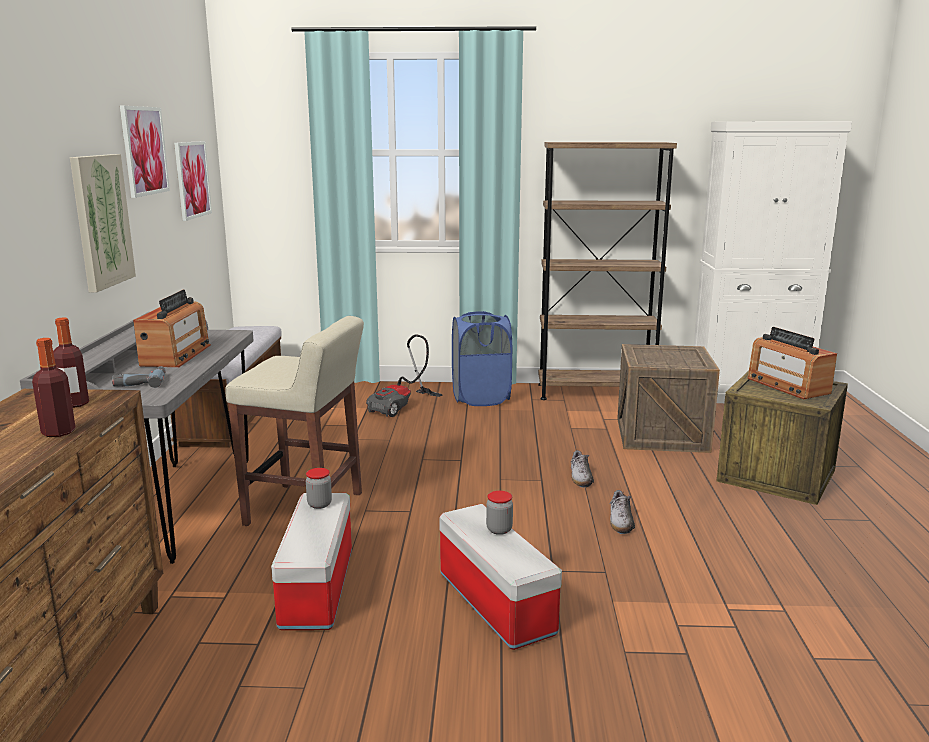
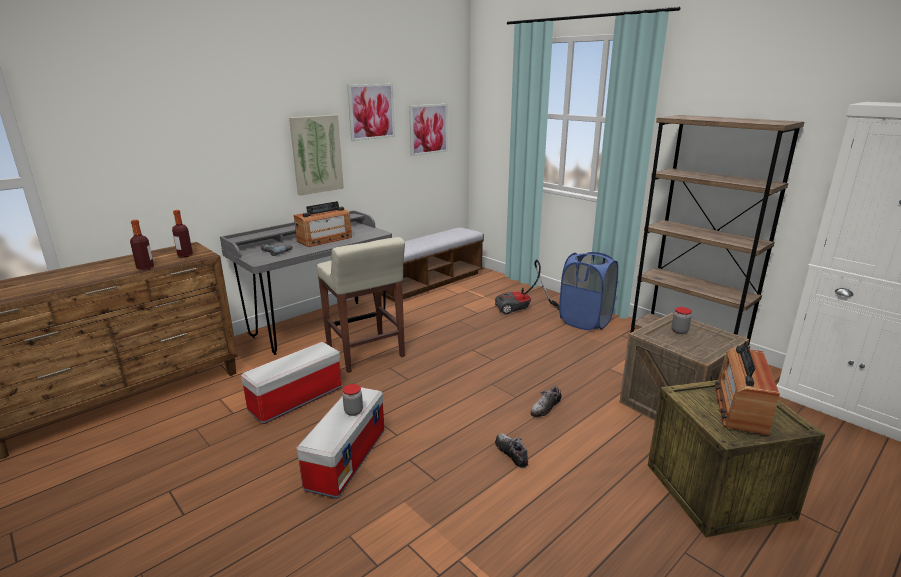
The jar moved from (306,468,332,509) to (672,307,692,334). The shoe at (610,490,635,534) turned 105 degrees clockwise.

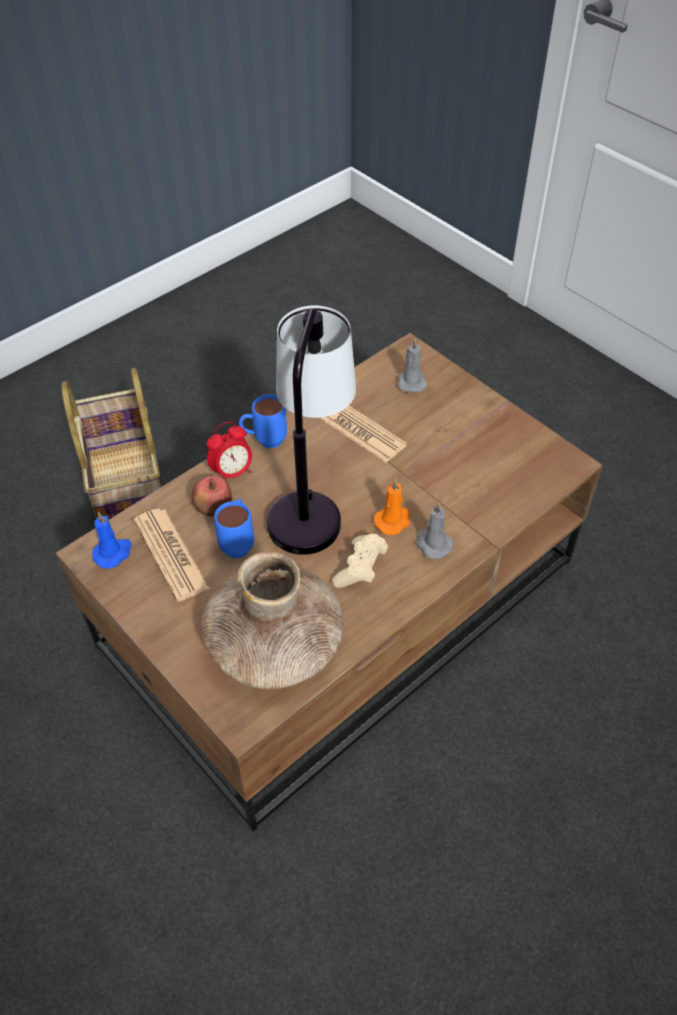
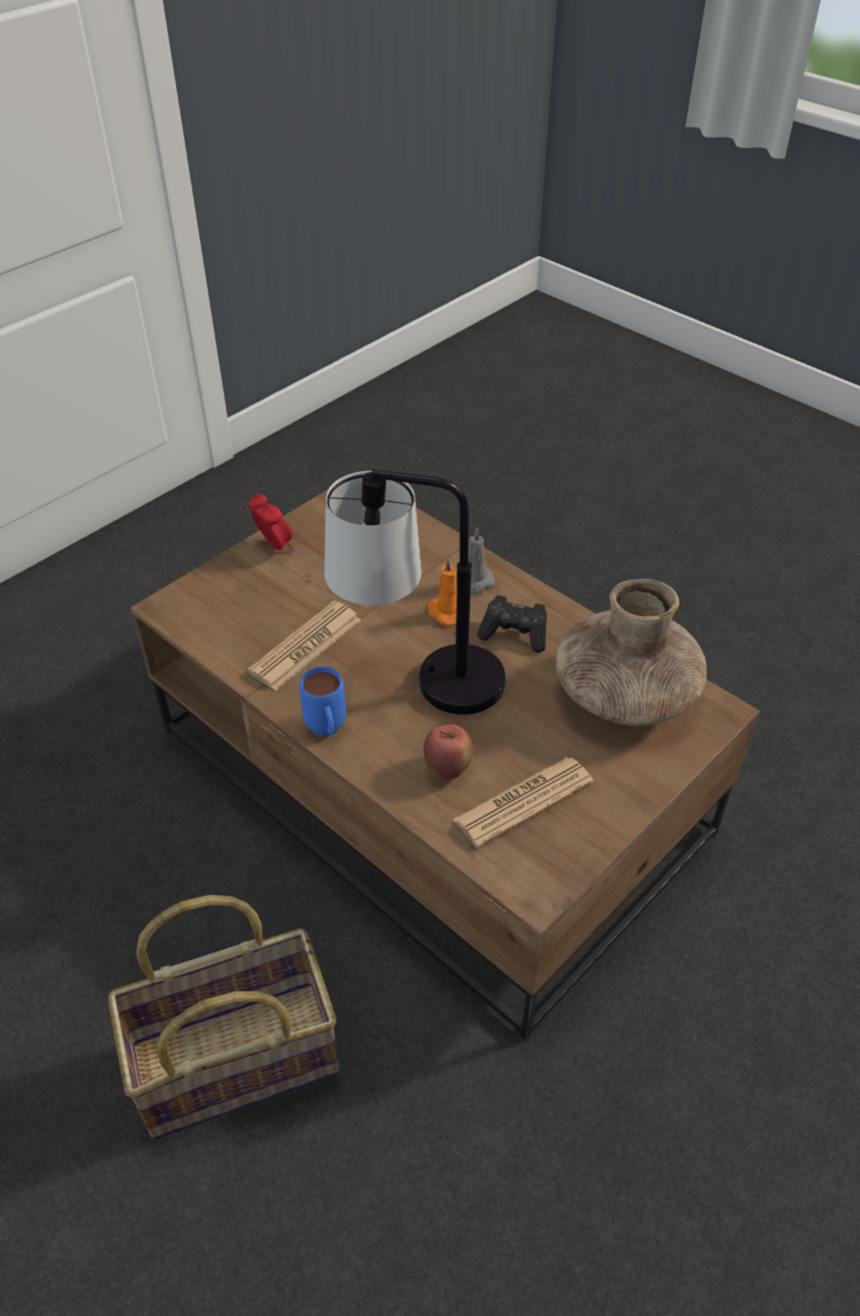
The grey candle at (398,339,427,393) disappeared. The alarm clock moved from (207,422,252,480) to (248,493,293,551). The blue mug at (214,499,254,558) disappeared. The blue candle at (92,511,132,569) disappeared. The beige game controller at (332,534,388,588) became the black game controller at (477,595,547,653).

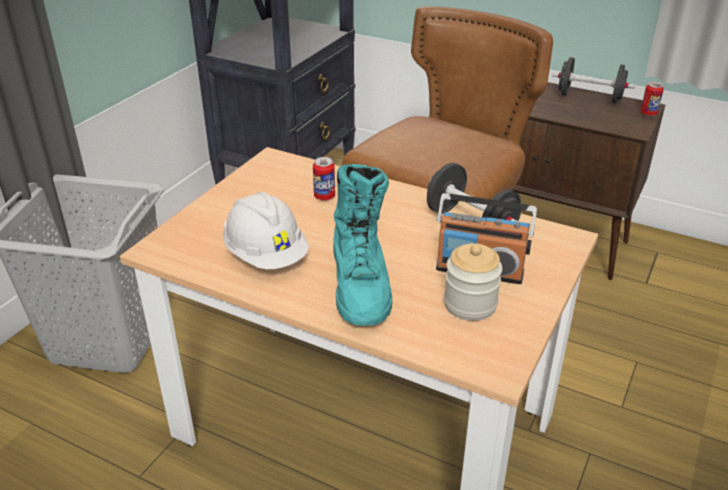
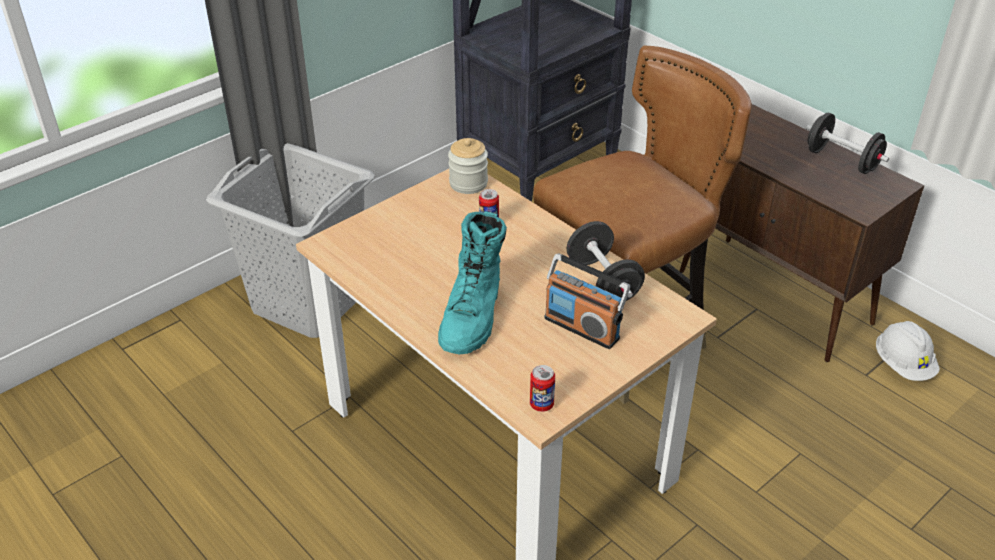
The can moved from (641,82,664,116) to (530,365,555,412). The white hard hat moved from (223,192,309,269) to (876,321,940,381). The jar moved from (444,243,502,321) to (448,138,488,194).

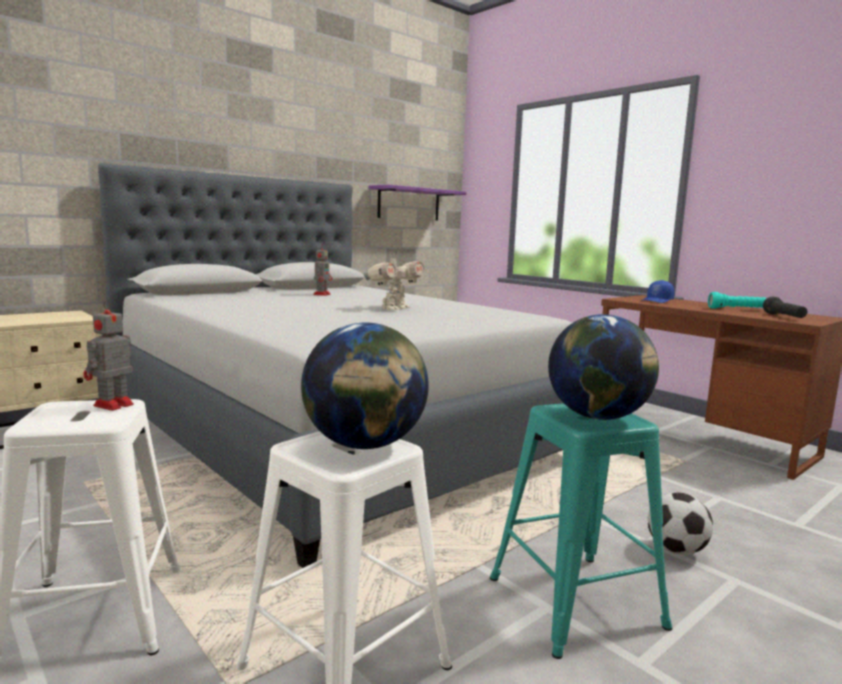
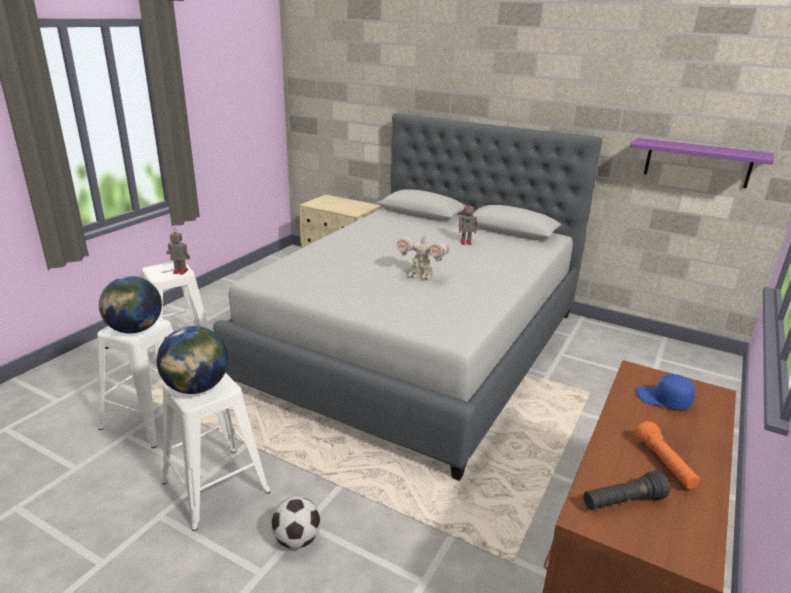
The turquoise flashlight at (708,292,766,309) became the orange flashlight at (635,421,700,489). The turquoise stool at (490,403,672,659) became the white stool at (162,373,271,531).

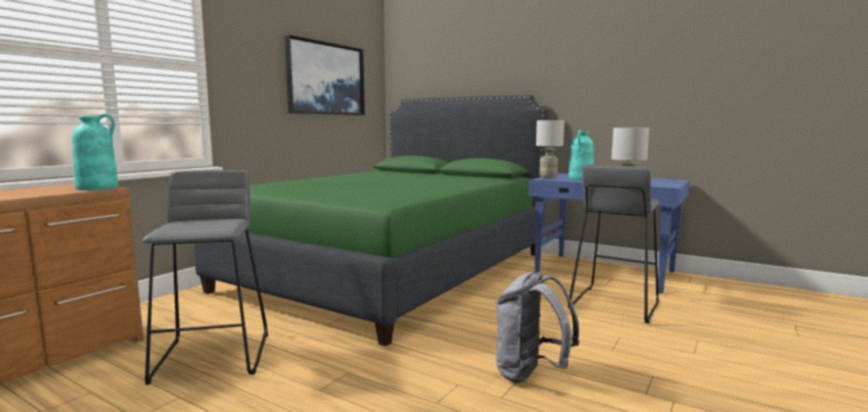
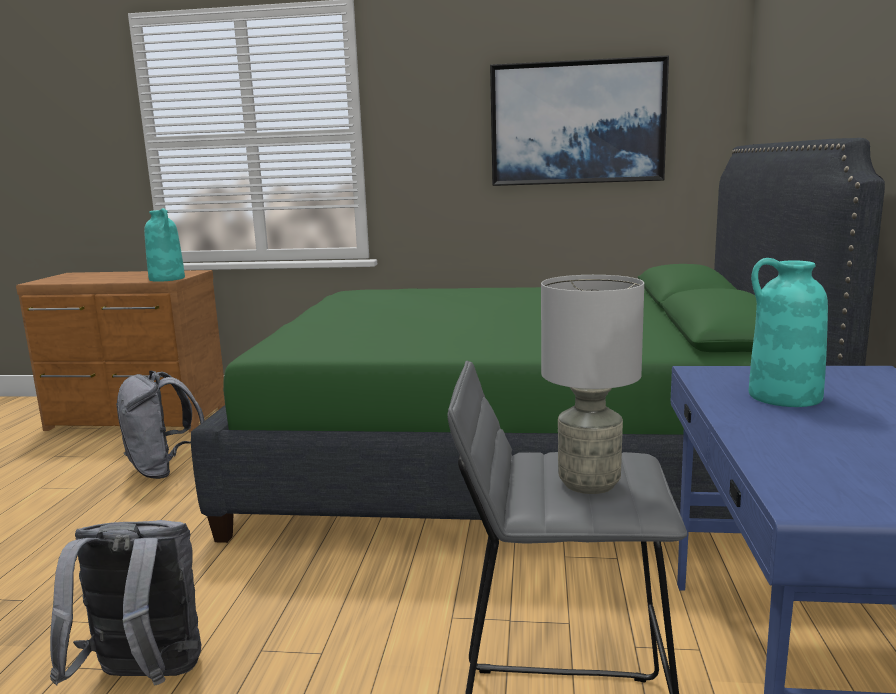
The grey table lamp at (536,120,564,178) disappeared. The grey stool at (142,170,268,385) was replaced by the grey backpack at (116,371,205,479).

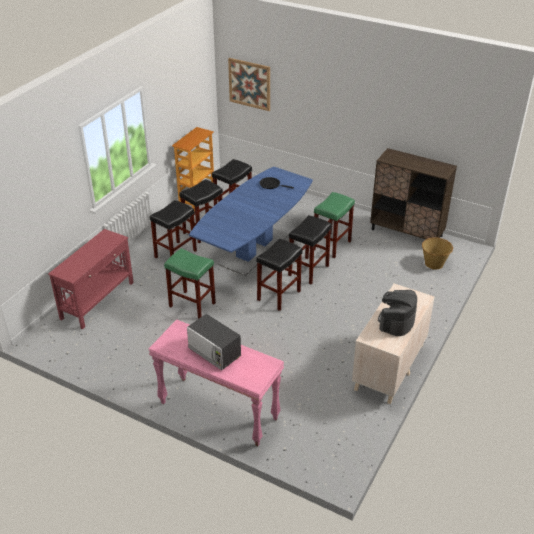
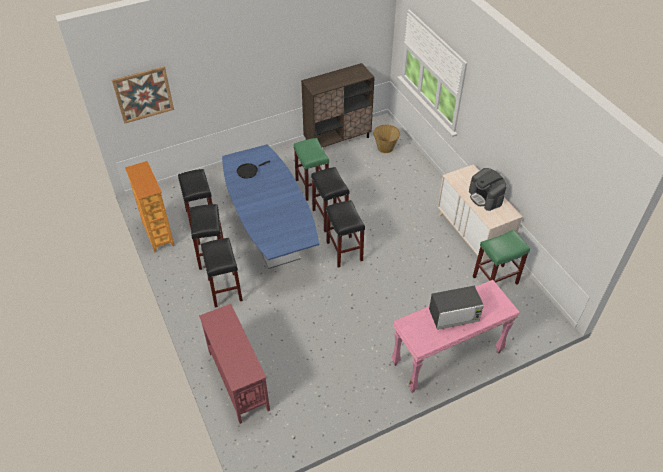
The green stool moved from (164,248,216,319) to (473,230,530,285).

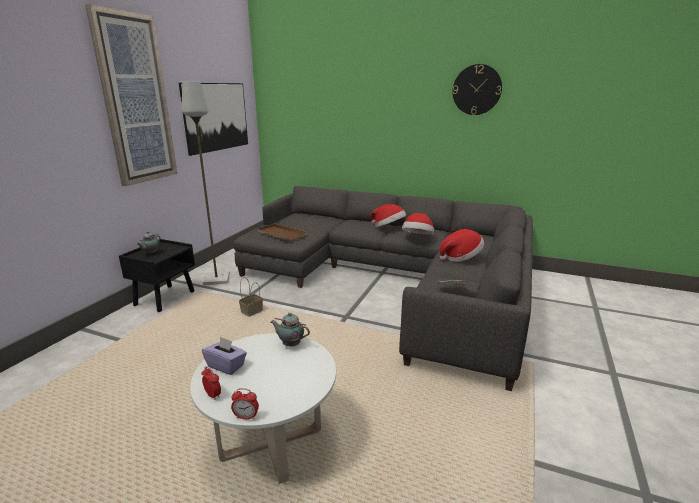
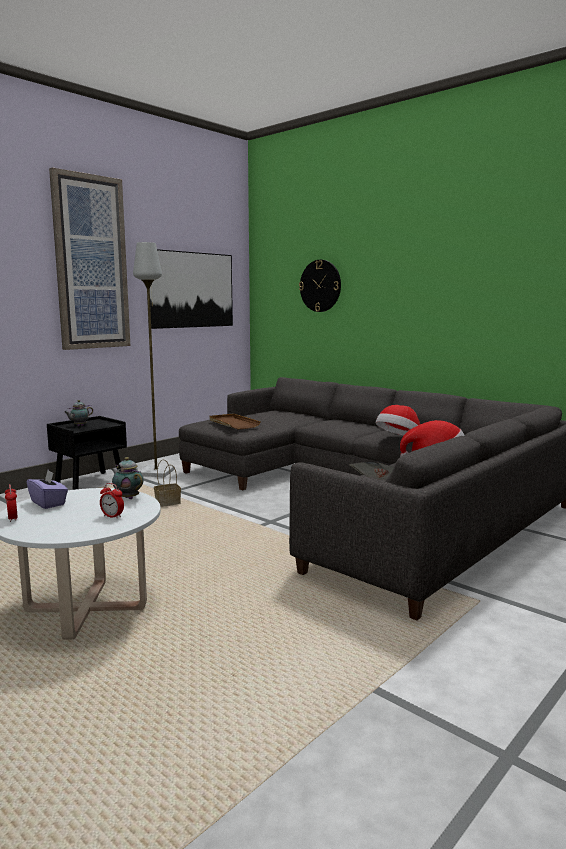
The wall clock moved from (453,64,502,115) to (299,260,341,312). The hat at (371,204,406,227) disappeared. The alarm clock moved from (231,388,259,420) to (100,483,124,519).

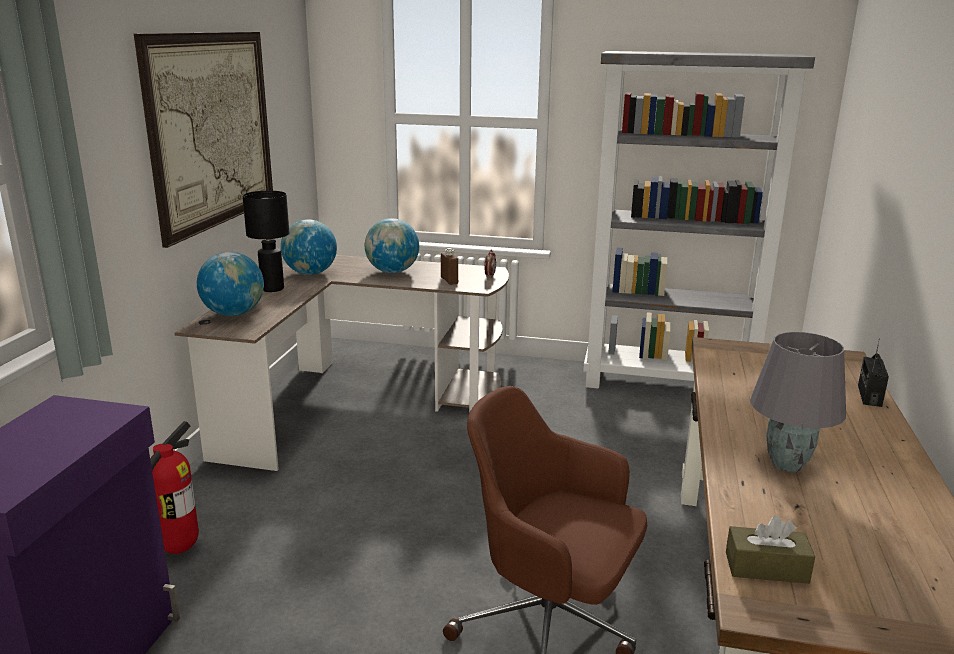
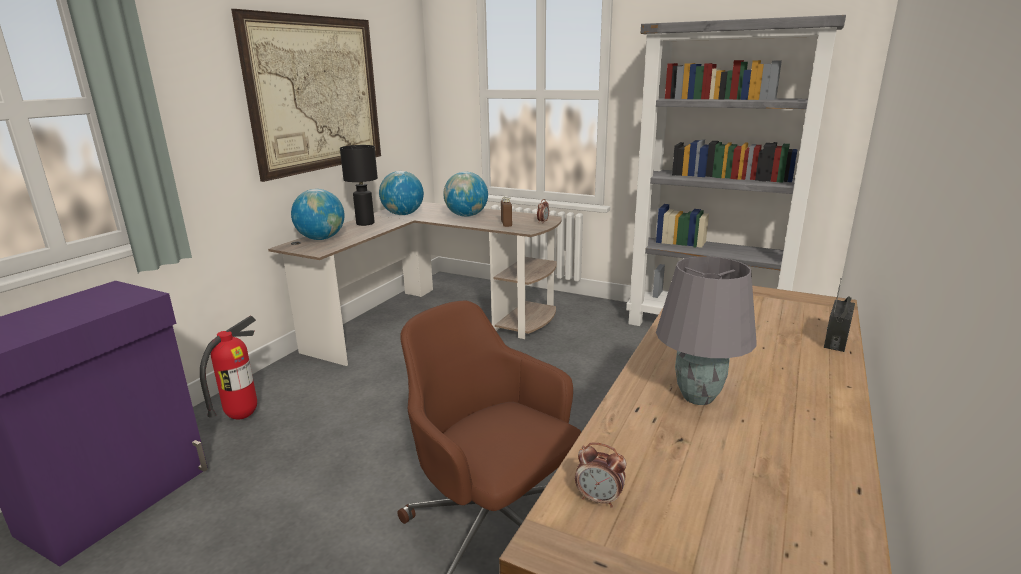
The brown tissue box at (726,515,815,584) was replaced by the alarm clock at (575,443,626,508).

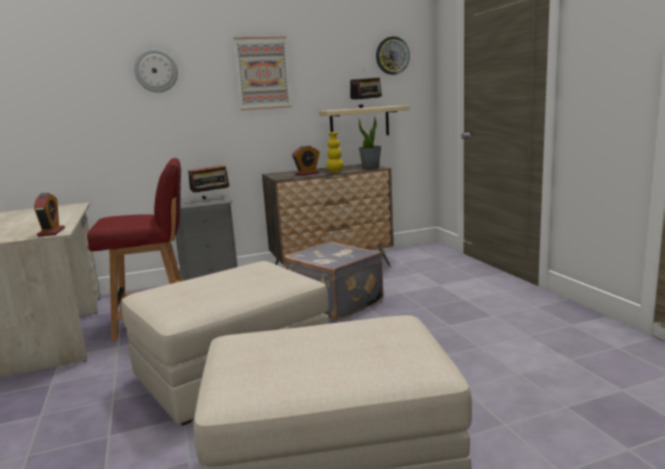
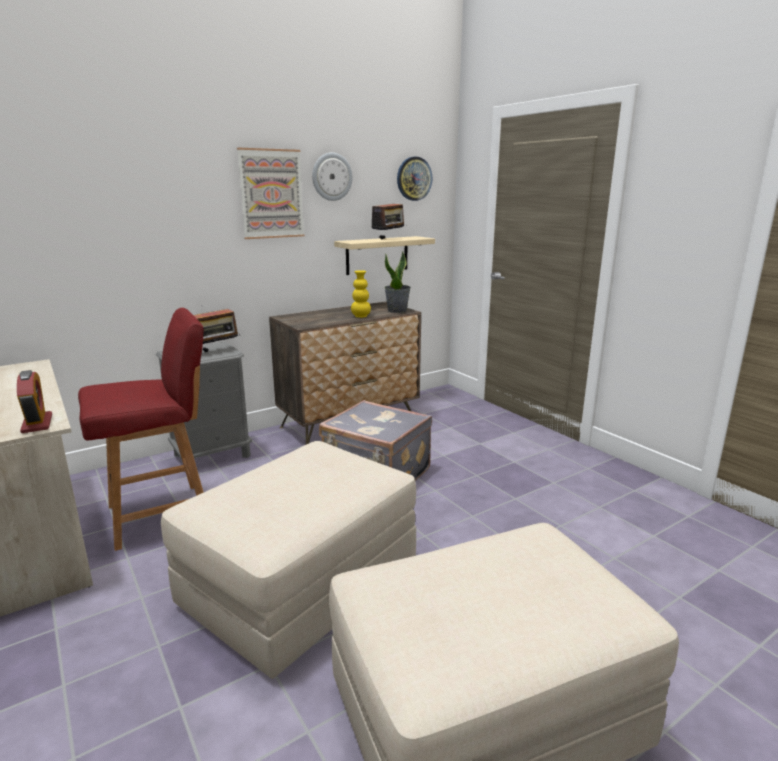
The wall clock moved from (134,49,178,93) to (312,153,353,201). The alarm clock at (292,145,320,176) disappeared.

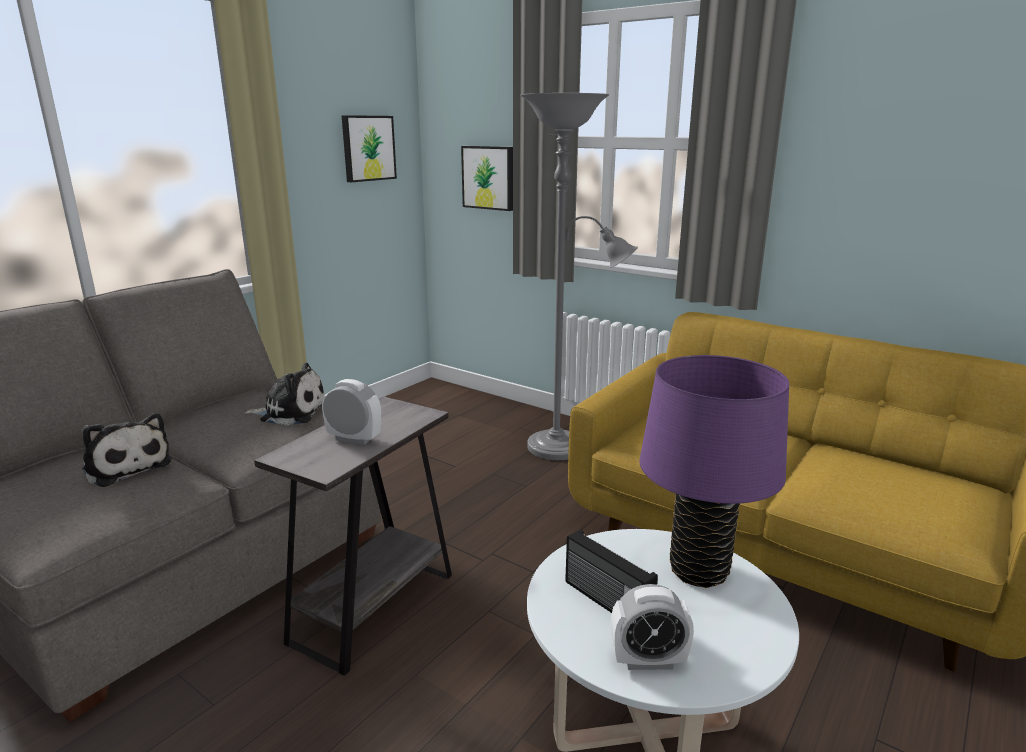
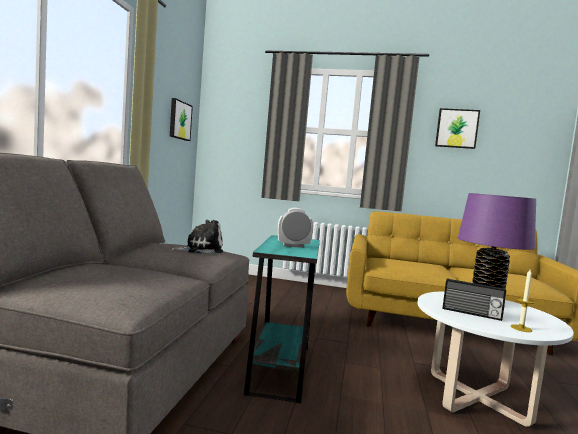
The grey floor lamp at (521,93,638,460) disappeared. The picture moved from (461,146,513,211) to (435,108,480,149). The grey side table at (254,396,452,676) became the turquoise side table at (244,235,320,403). The plush toy at (82,413,172,487) disappeared. The alarm clock at (611,584,694,670) was replaced by the candle at (511,269,535,332).

